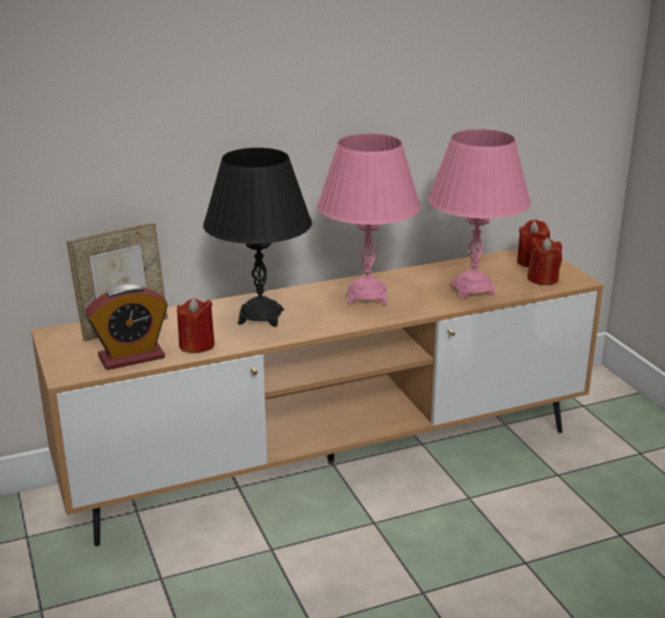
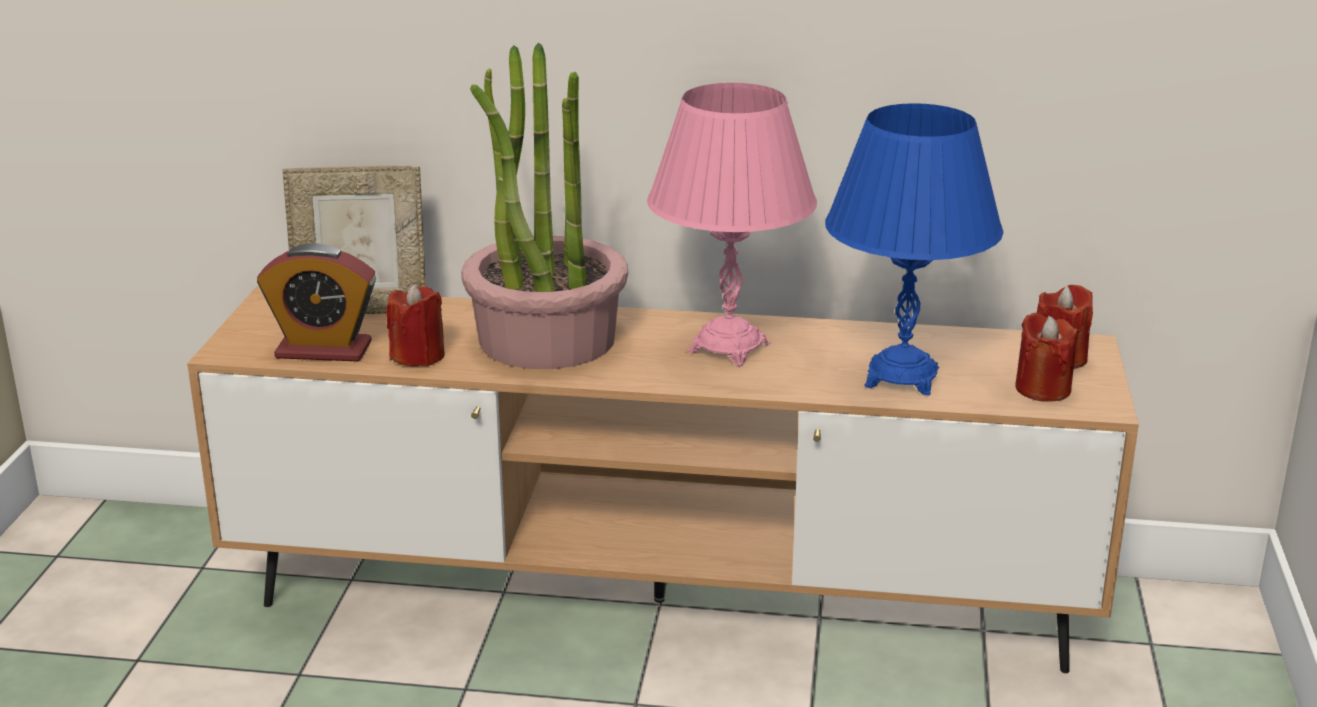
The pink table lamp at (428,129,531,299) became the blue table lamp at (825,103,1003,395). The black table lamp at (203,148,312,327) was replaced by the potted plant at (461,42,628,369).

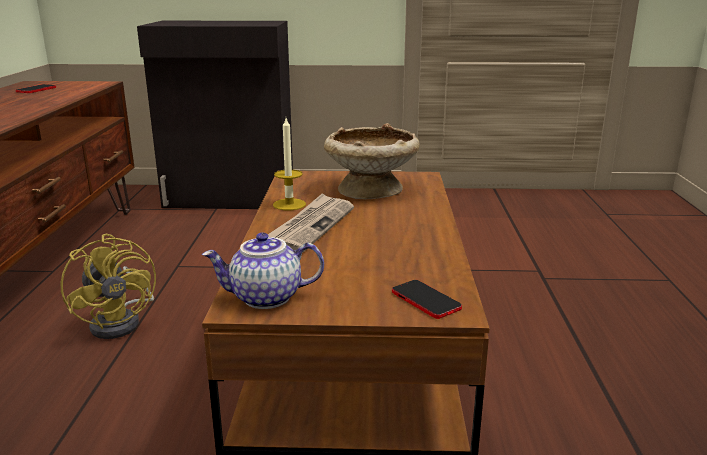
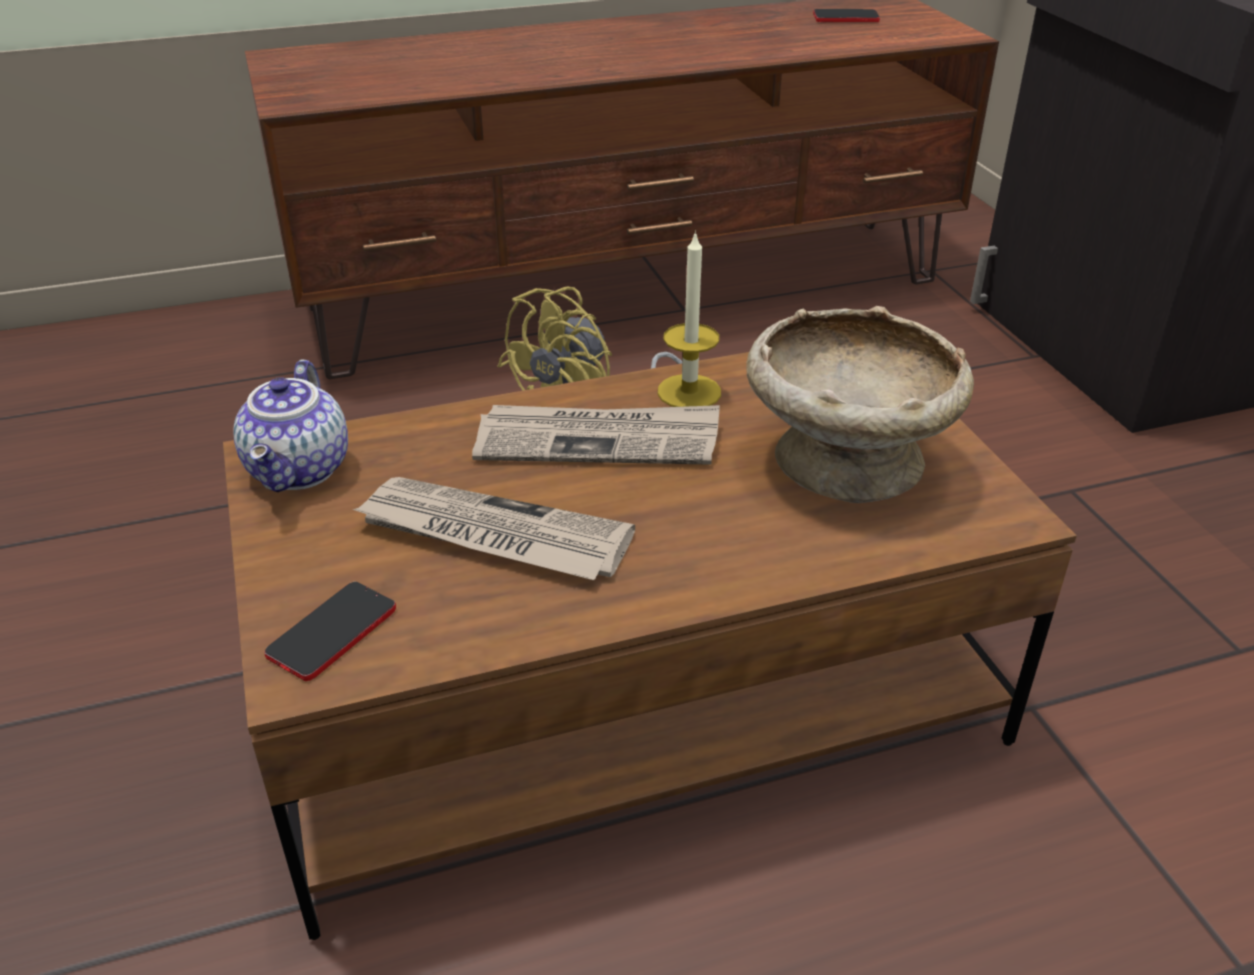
The teapot at (202,232,324,309) turned 150 degrees counterclockwise. The newspaper at (352,477,635,580) appeared.

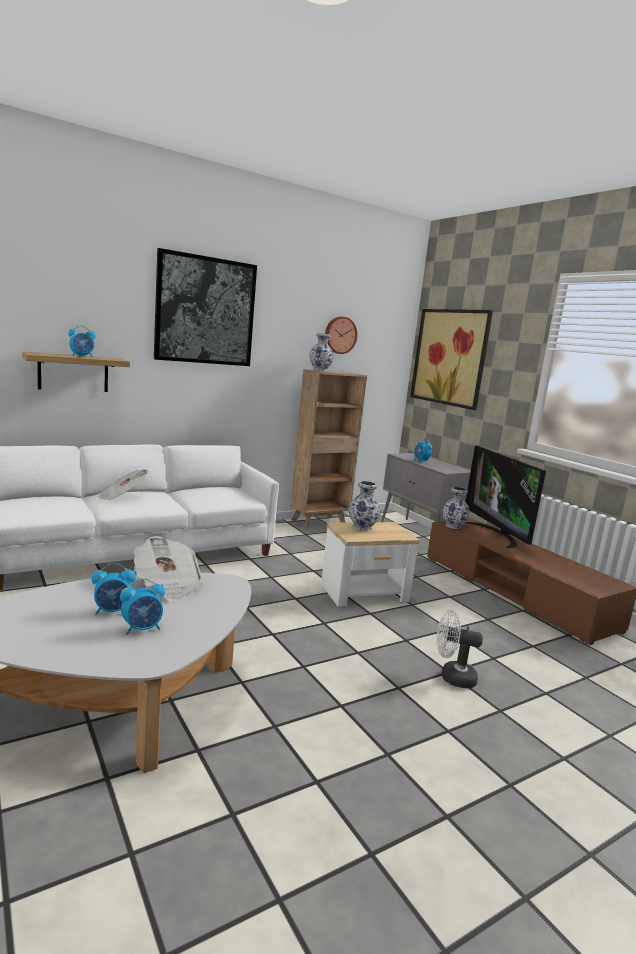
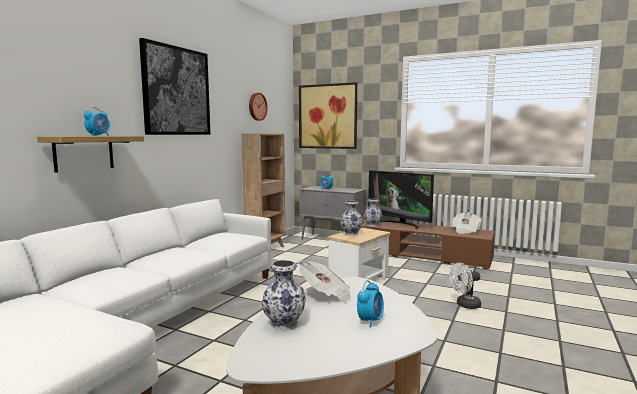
The vase moved from (310,333,334,371) to (262,260,306,331). The newspaper moved from (96,469,149,501) to (451,212,482,234). The alarm clock at (92,563,136,615) disappeared.

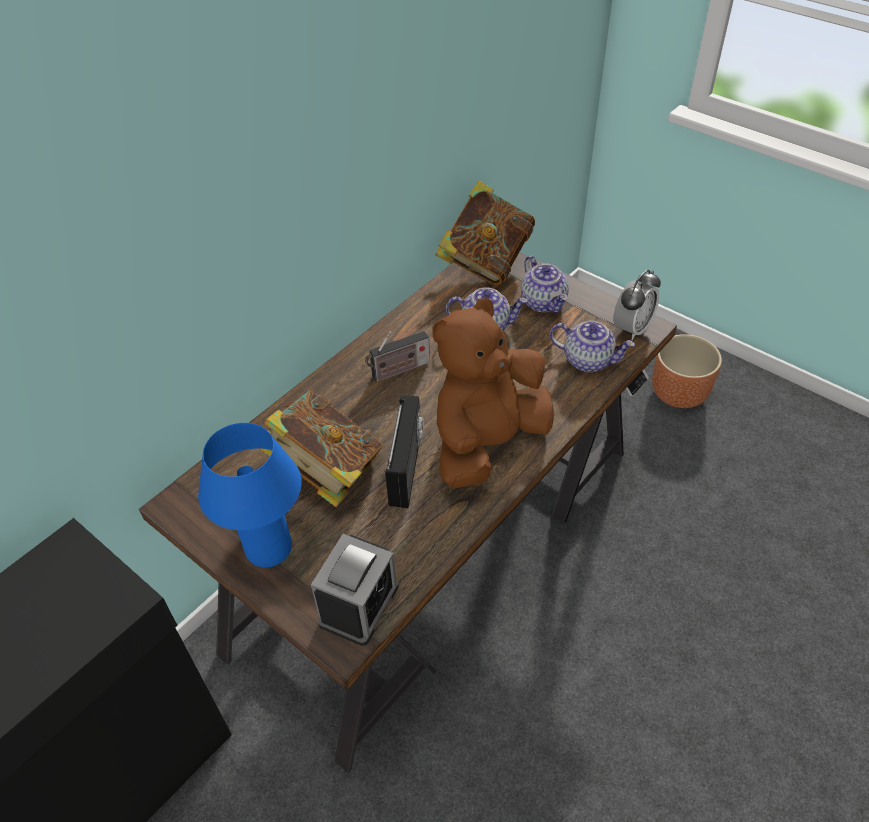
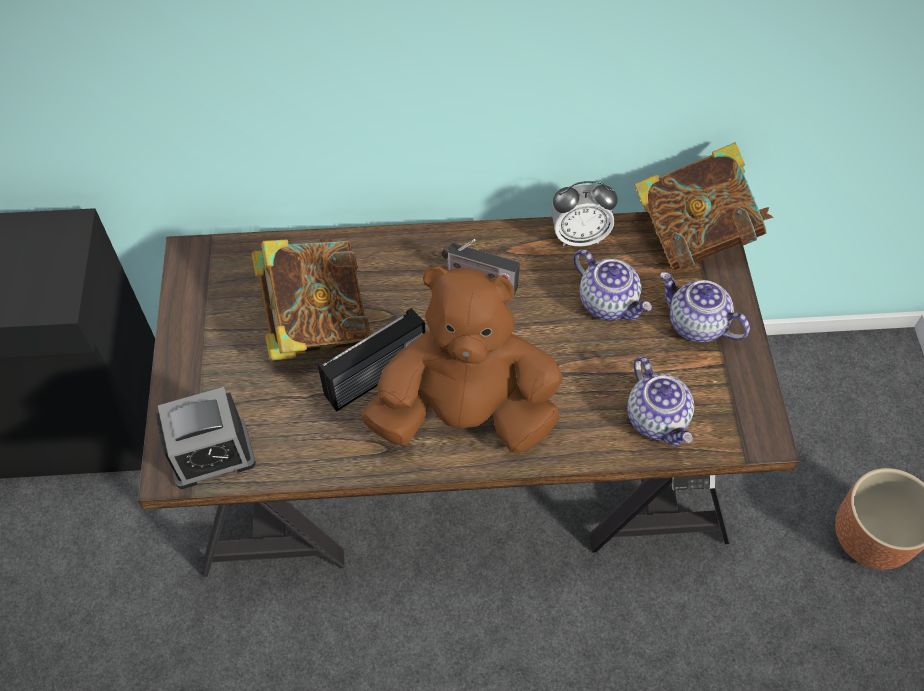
The teapot at (521,256,569,313) turned 105 degrees clockwise. The alarm clock moved from (613,270,661,340) to (551,181,618,246). The blue table lamp at (198,423,302,568) disappeared.

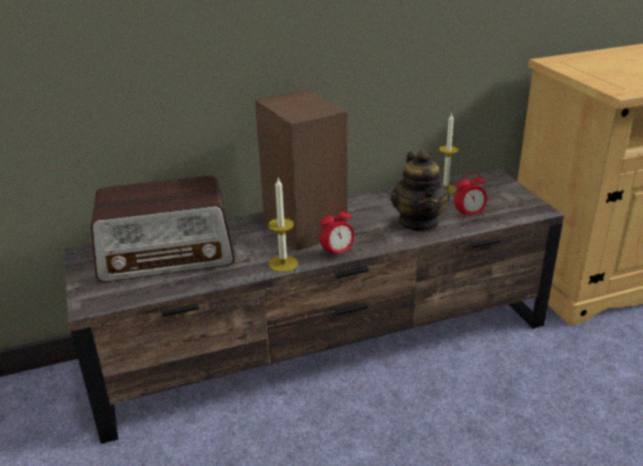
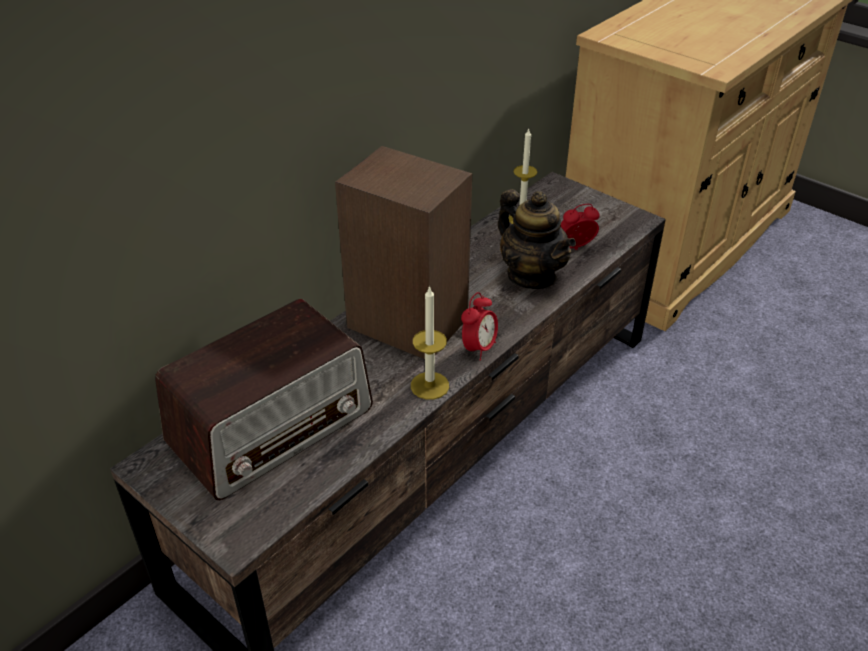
The alarm clock at (454,171,487,220) turned 150 degrees counterclockwise.

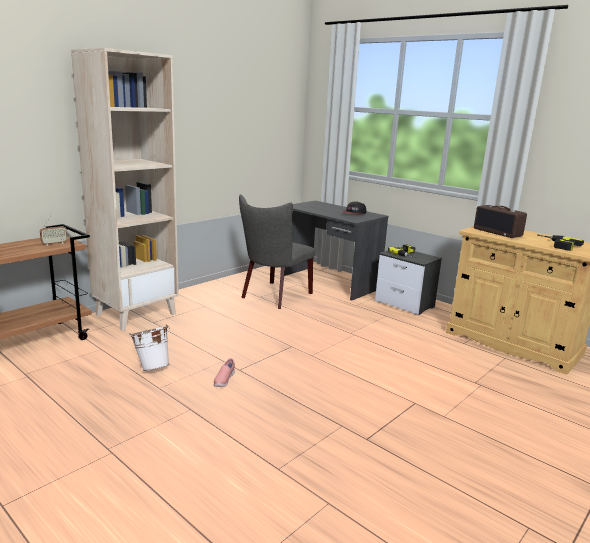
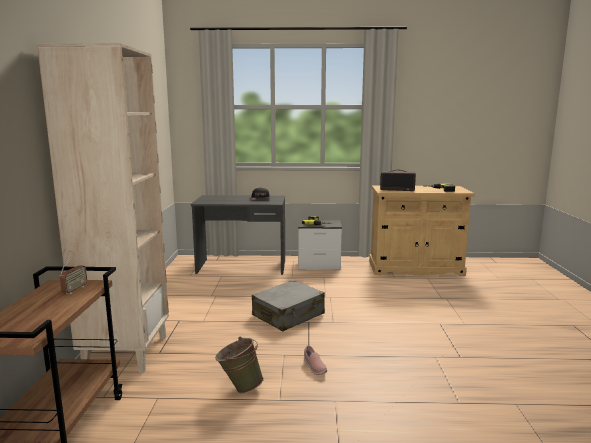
The grey chair at (239,194,315,309) disappeared. The white bucket at (129,324,170,371) became the green bucket at (215,337,264,393). The grey suitcase at (252,280,325,331) appeared.

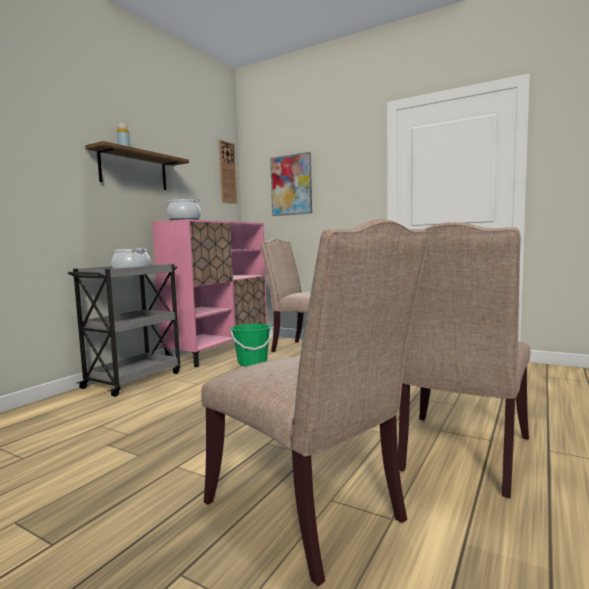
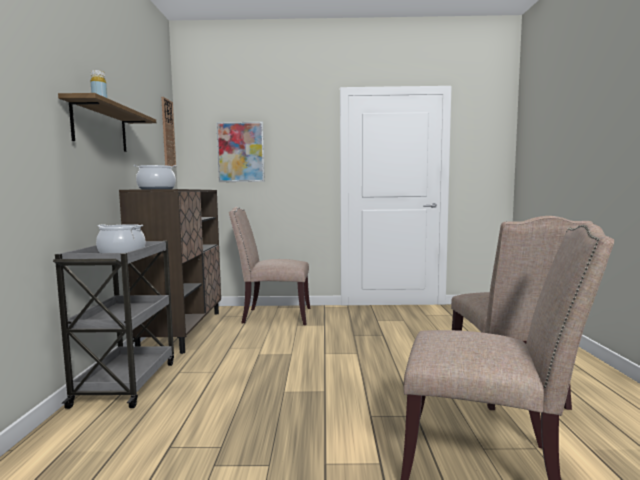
The pink cabinet at (152,219,267,367) became the brown cabinet at (119,189,221,354). The green bucket at (231,324,272,366) disappeared.

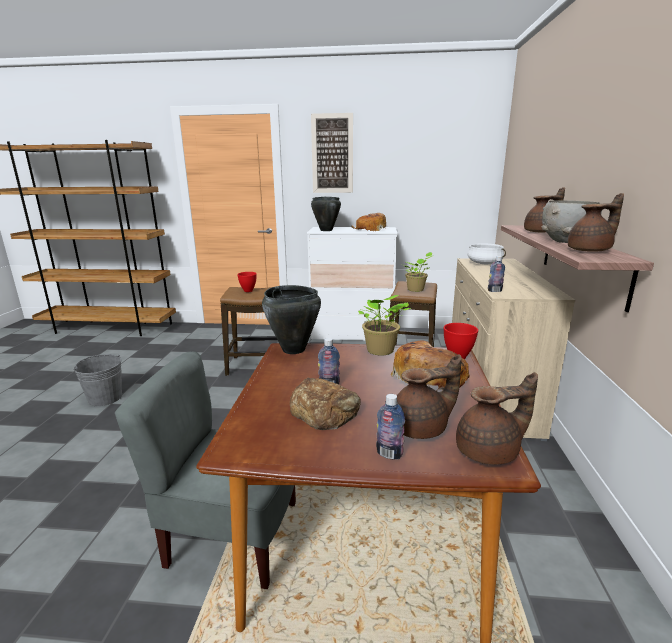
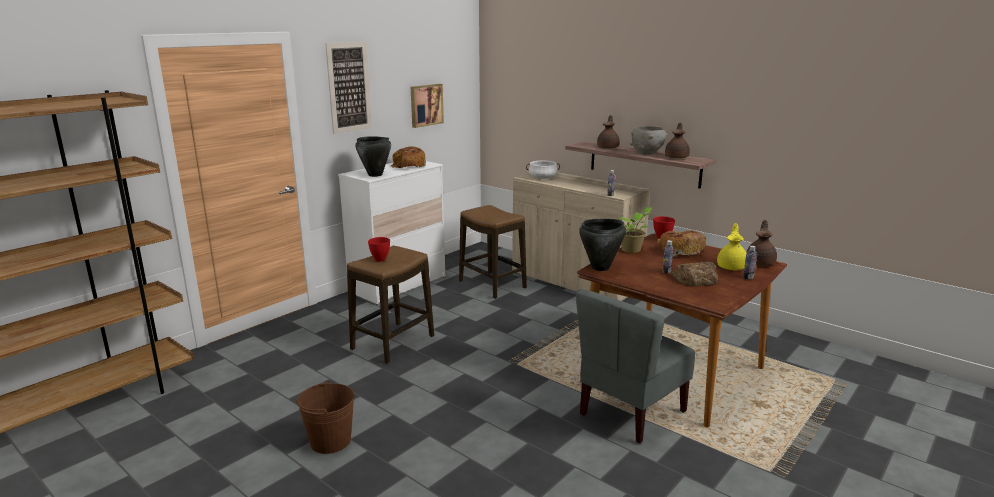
The potted plant at (404,252,434,292) disappeared. The grey bucket at (73,354,122,406) became the brown bucket at (296,381,355,454). The brown teapot at (397,354,462,439) became the yellow teapot at (717,223,746,270). The picture at (411,84,444,128) appeared.

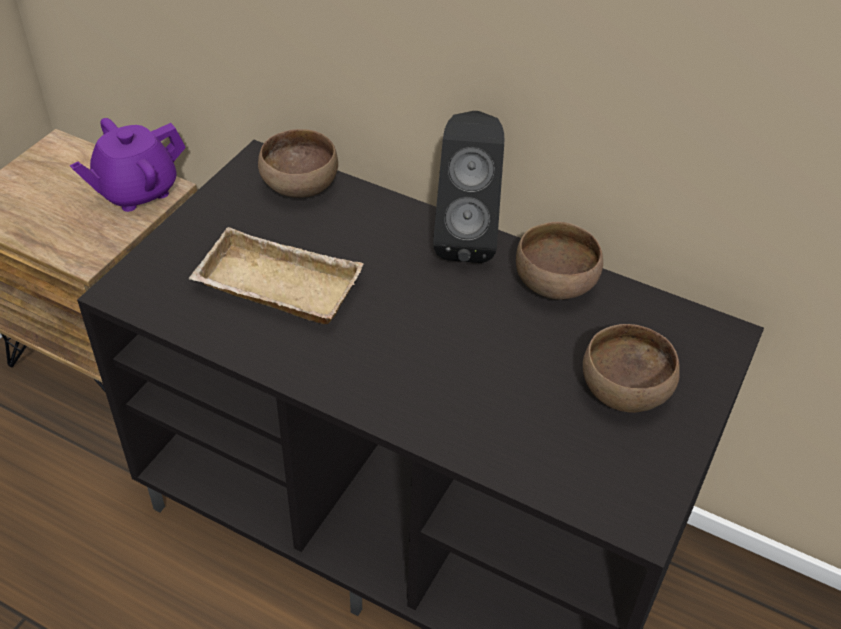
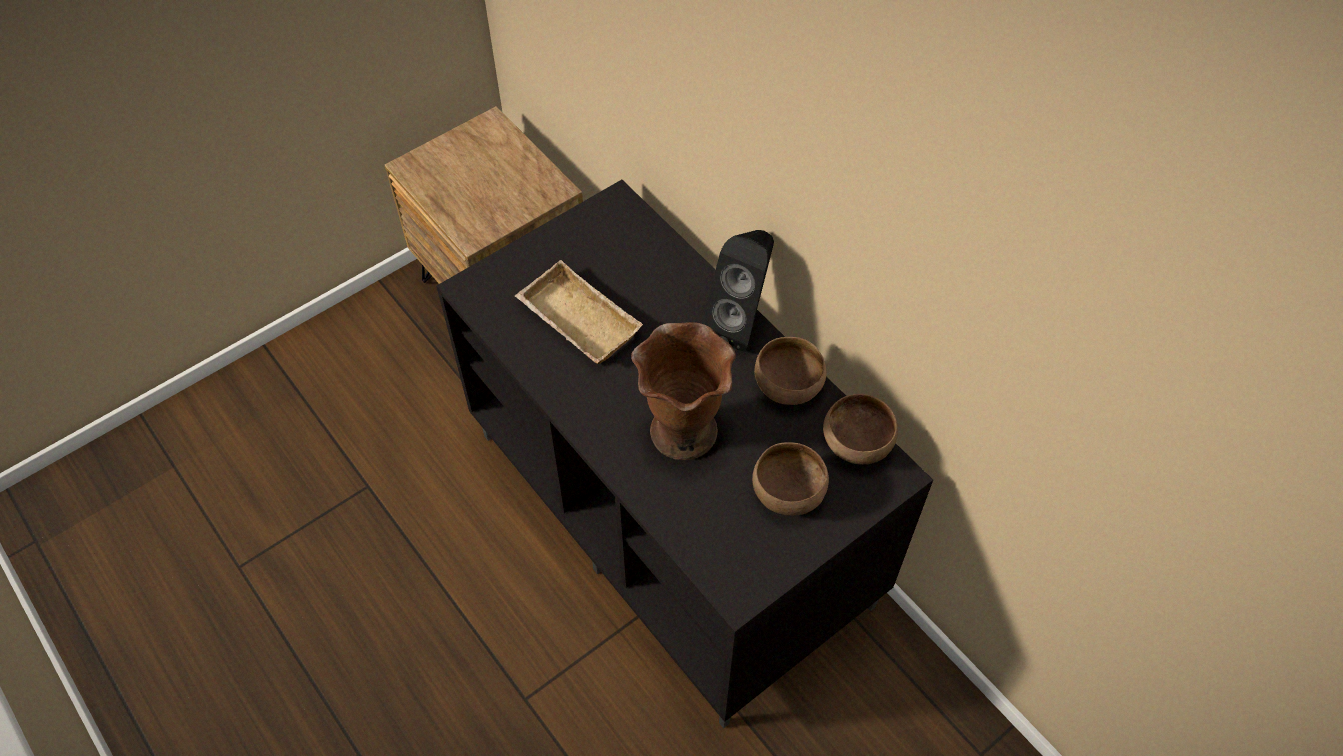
The purple teapot at (70,118,186,212) disappeared. The brown bowl moved from (258,129,338,198) to (823,394,898,465). The brown vase at (631,322,736,460) appeared.

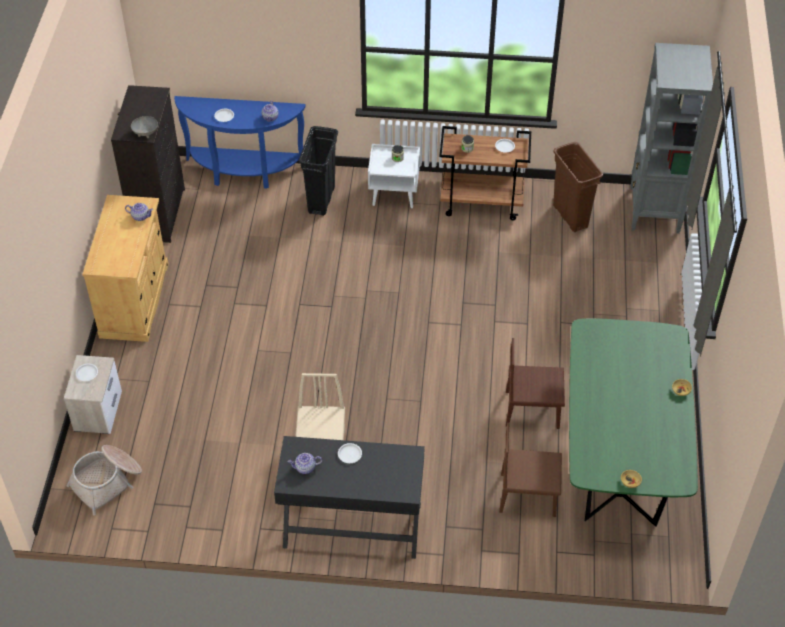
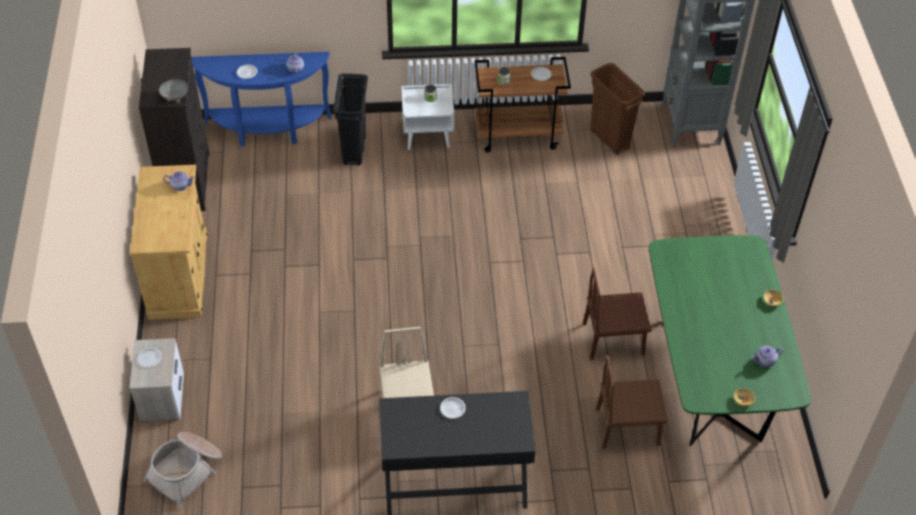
The teapot moved from (287,453,322,474) to (752,346,783,367).

